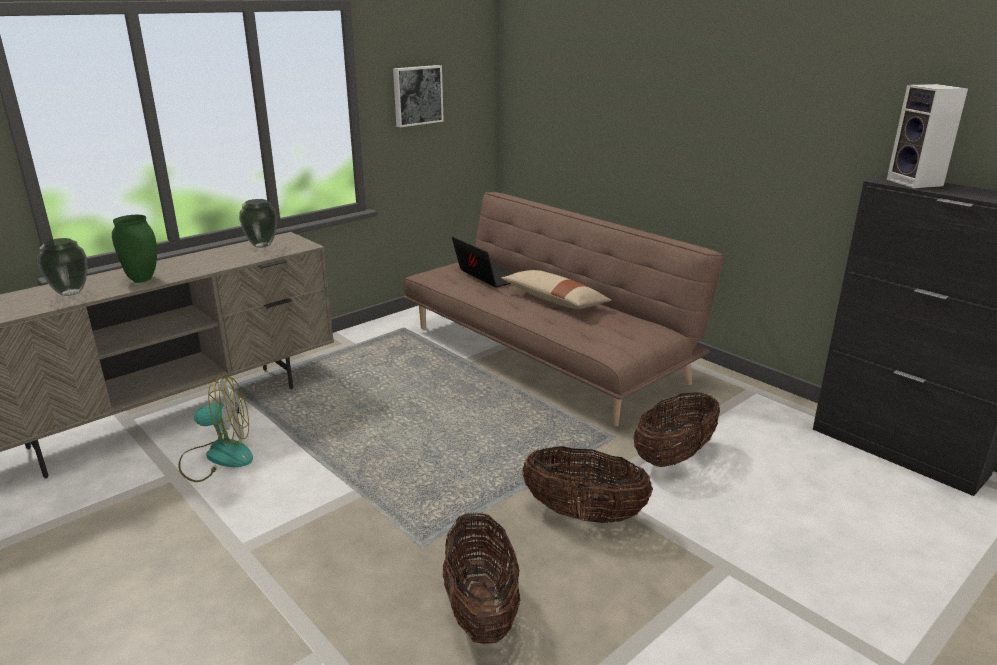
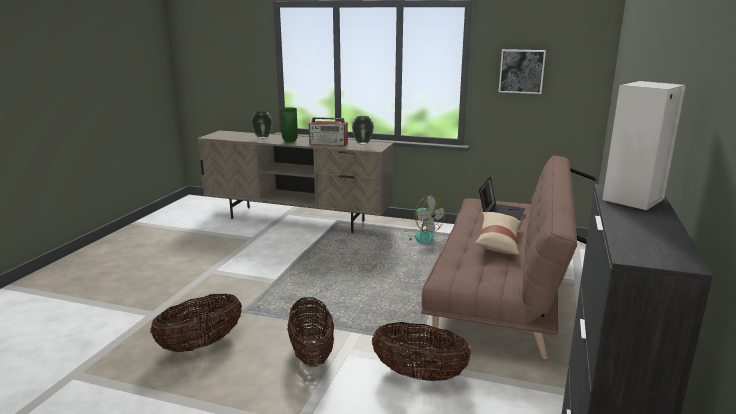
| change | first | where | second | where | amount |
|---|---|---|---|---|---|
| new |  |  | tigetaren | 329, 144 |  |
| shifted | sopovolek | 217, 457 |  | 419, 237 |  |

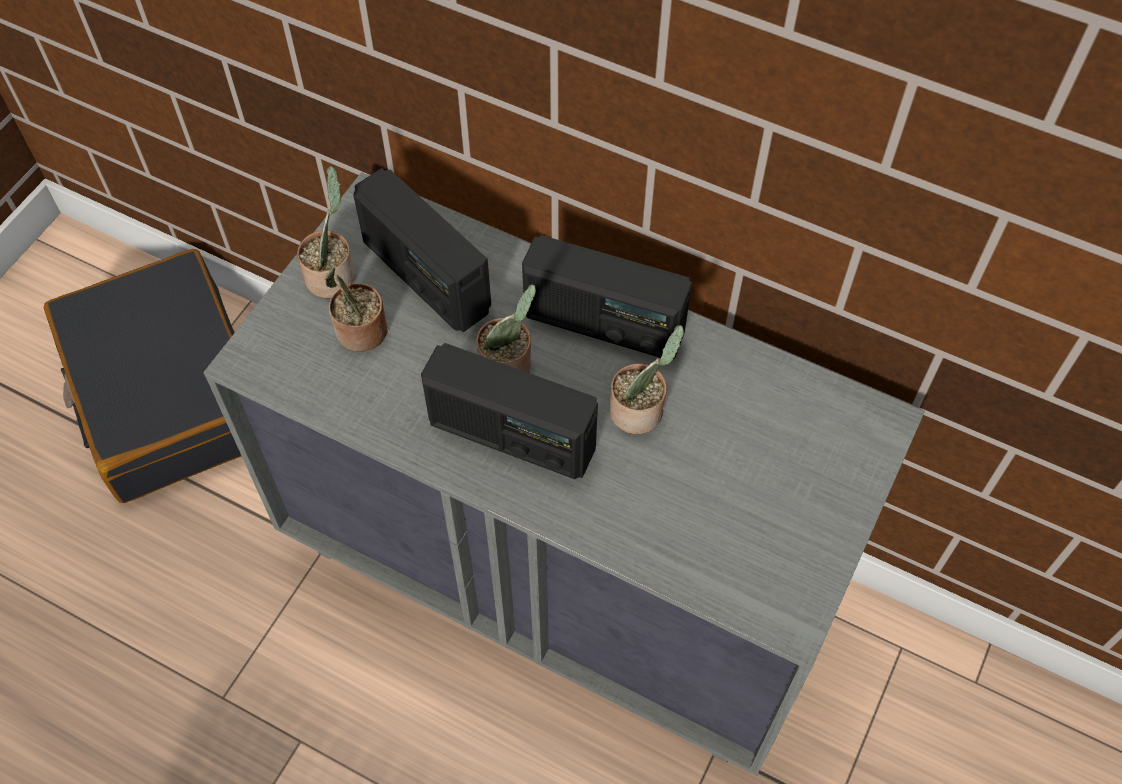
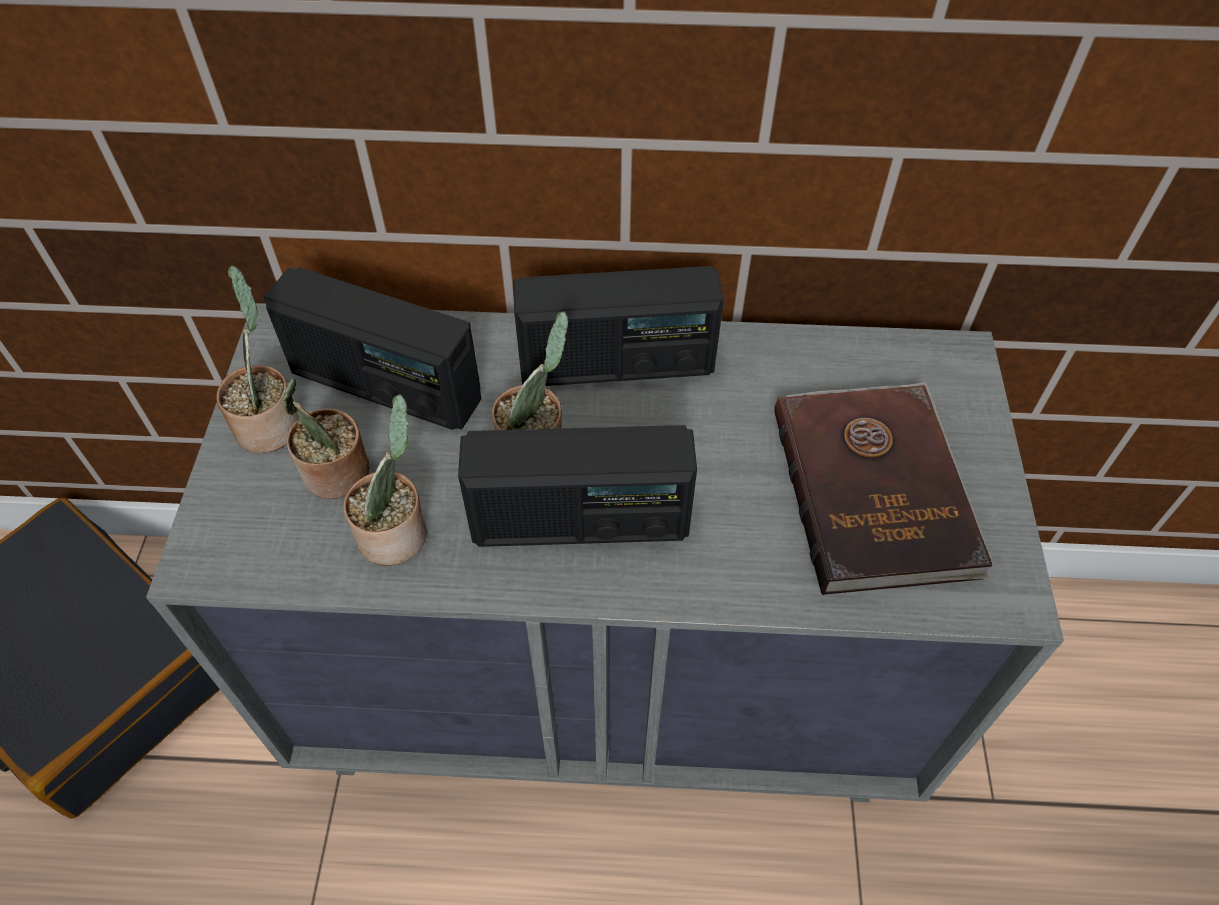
| change | first | where | second | where | amount |
|---|---|---|---|---|---|
| new |  |  | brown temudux | 876, 489 |  |
| shifted | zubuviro | 640, 411 |  | 397, 533 |  |

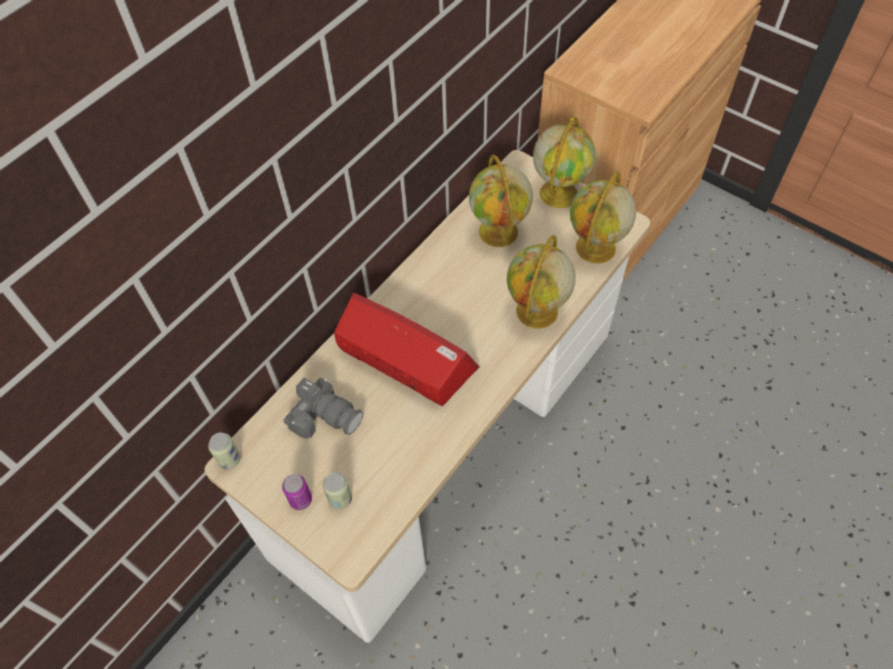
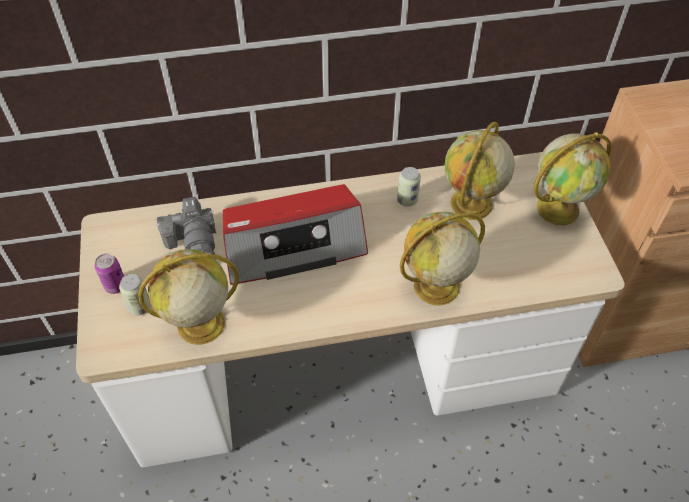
| change | first | where | second | where | amount |
|---|---|---|---|---|---|
| shifted | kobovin | 229, 459 |  | 407, 200 |  |
| shifted | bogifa | 595, 249 |  | 199, 325 |  |
| rotated | tigetaren | 405, 359 |  | 293, 246 | 90 degrees clockwise |

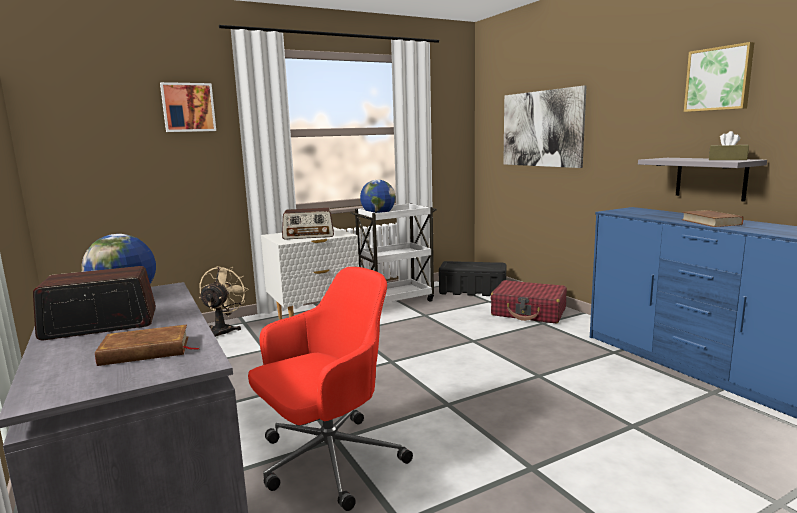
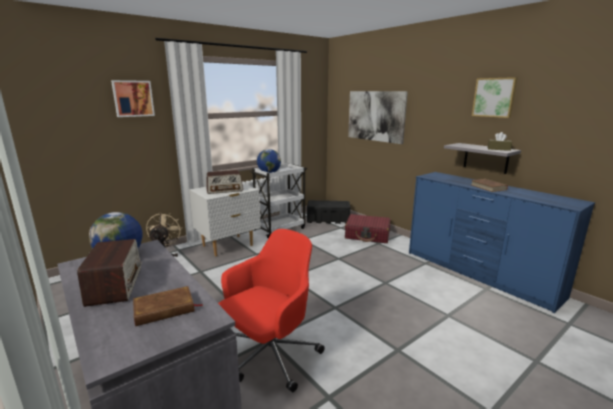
| change | first | where | second | where | amount |
|---|---|---|---|---|---|
| rotated | tigetaren | 100, 325 |  | 115, 285 | 105 degrees clockwise |

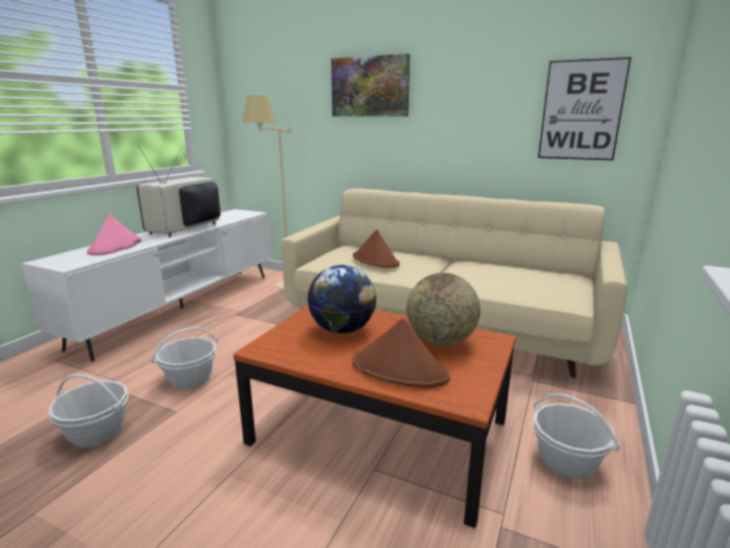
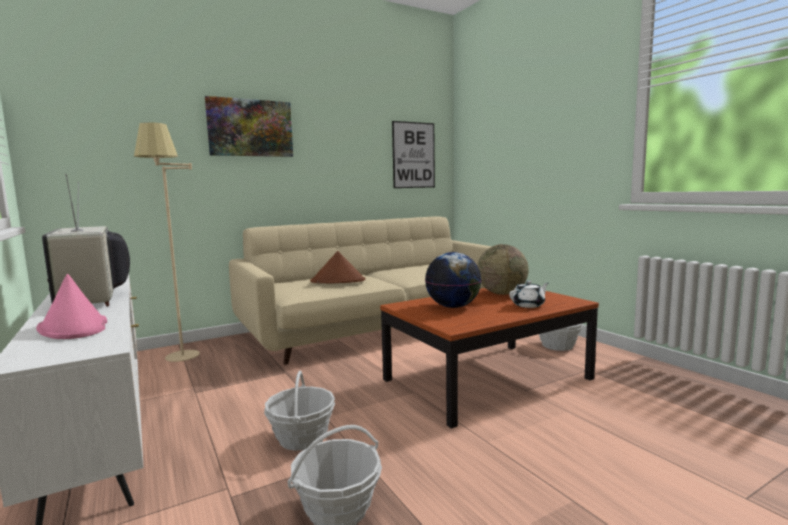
| change | first | where | second | where | amount |
|---|---|---|---|---|---|
| swapped | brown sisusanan | 400, 369 | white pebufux | 529, 305 |  |

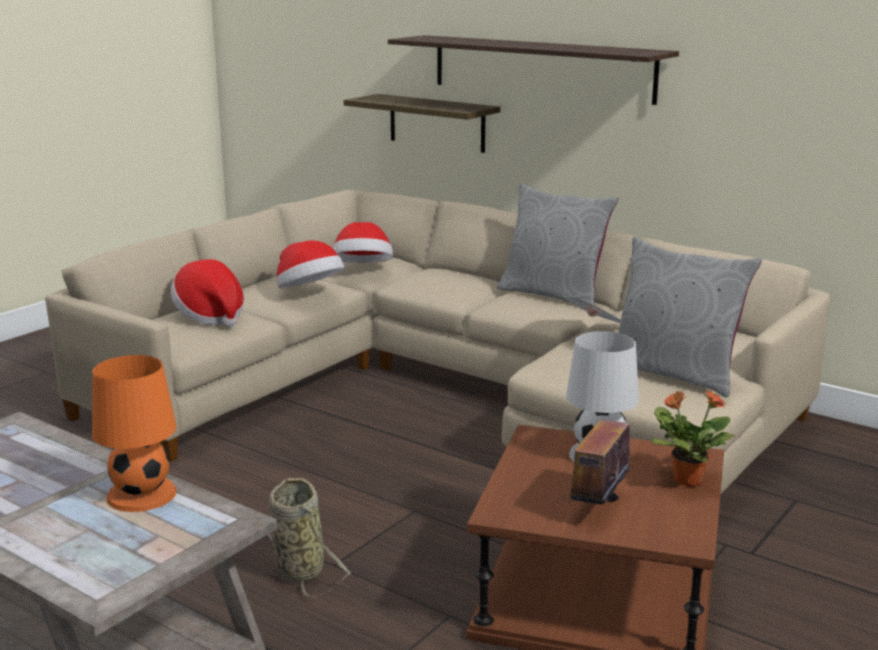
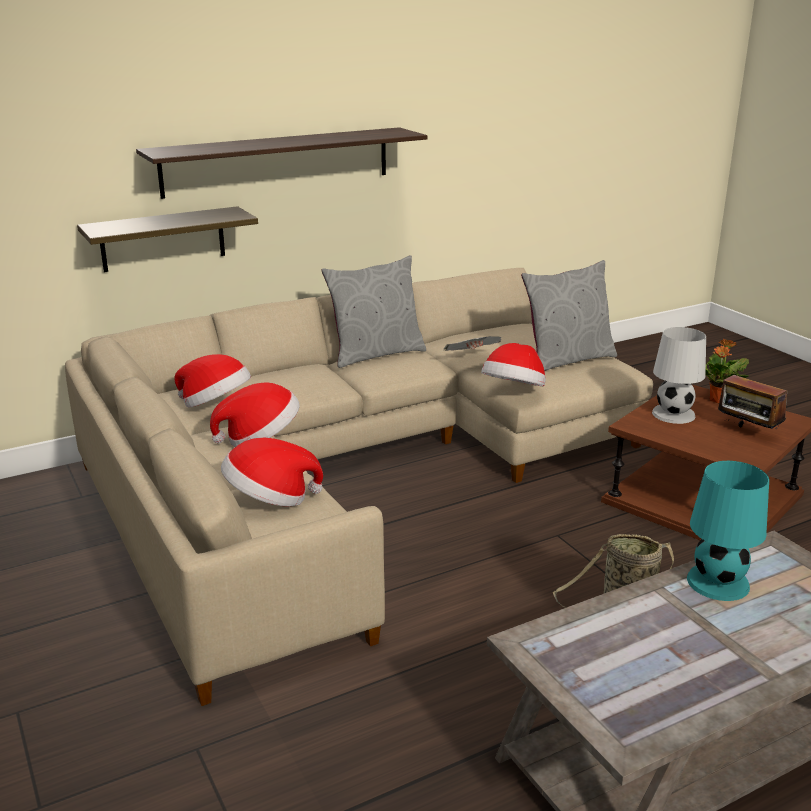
| change | first | where | second | where | amount |
|---|---|---|---|---|---|
| new |  |  | sisusanan | 514, 392 |  |
| repainted | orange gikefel | 142, 495 | turquoise gikefel | 719, 582 |  |

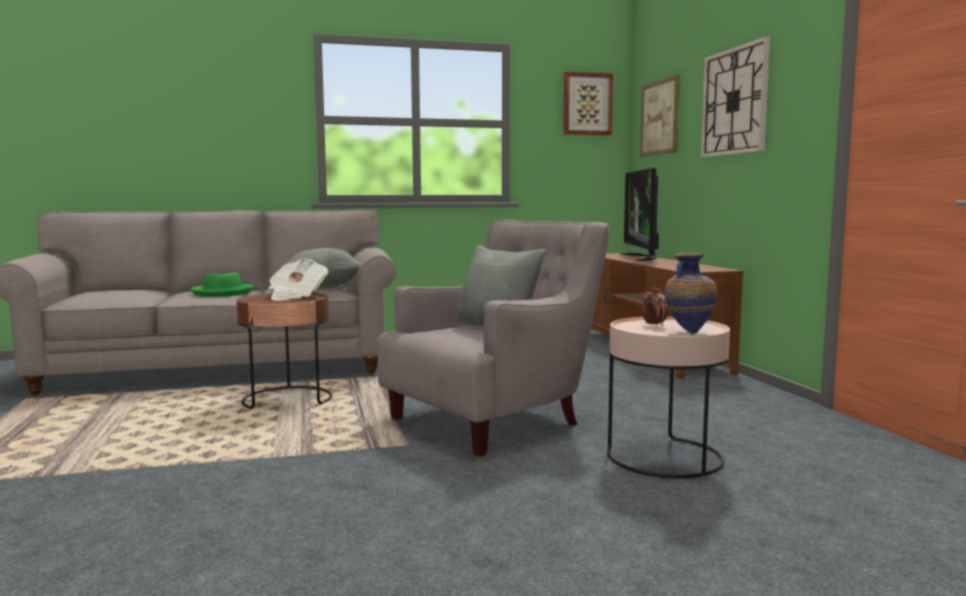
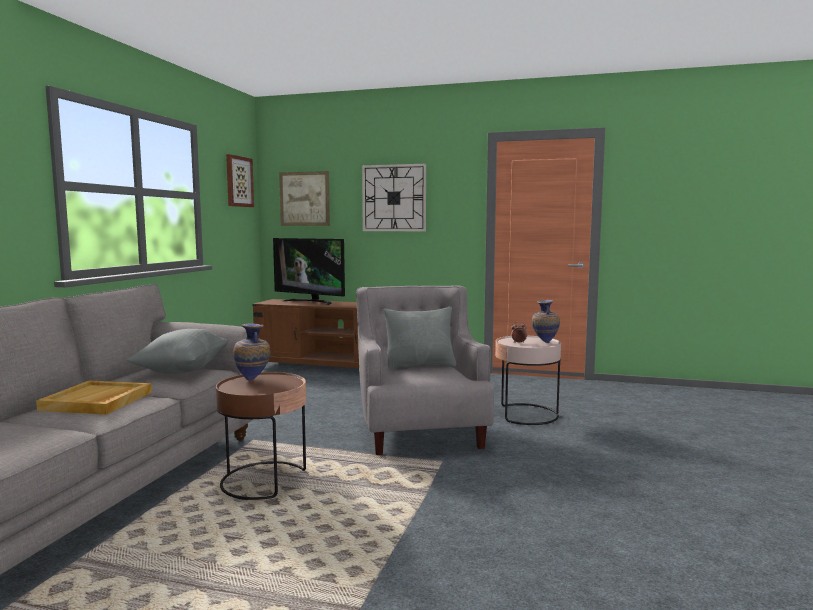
| change | first | where | second | where | amount |
|---|---|---|---|---|---|
| swapped | green sisusanan | 222, 293 | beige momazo | 97, 401 |  |
| swapped | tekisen | 296, 296 | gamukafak | 253, 380 |  |

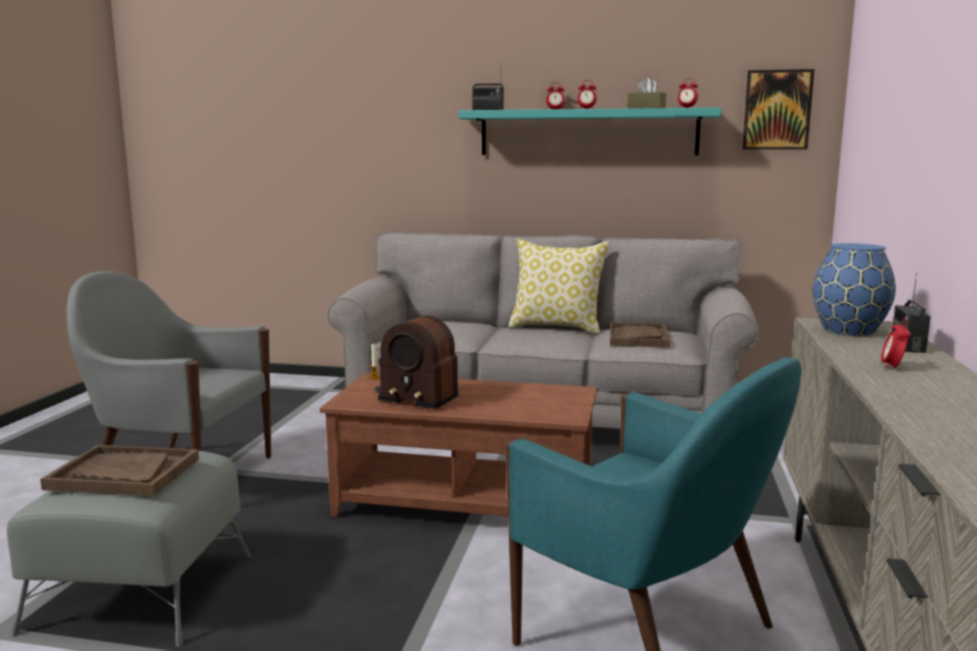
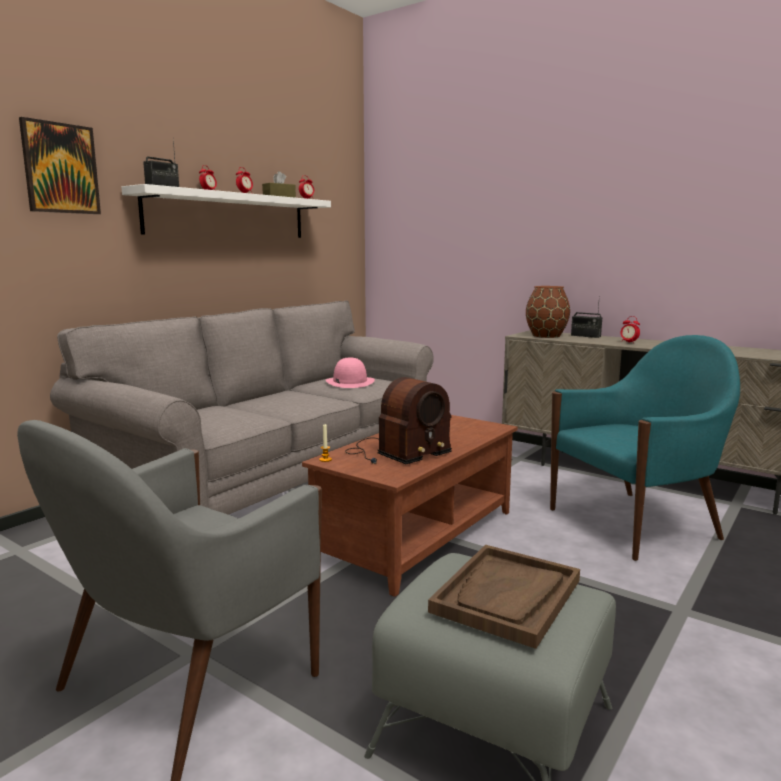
| change | first | where | second | where | amount |
|---|---|---|---|---|---|
| gone | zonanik | 557, 327 |  |  |  |
| shifted | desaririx | 777, 110 |  | 60, 168 |  |
| swapped | brown momazo | 638, 337 | pink sisusanan | 350, 382 |  |
| repainted | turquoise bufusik | 588, 133 | white bufusik | 229, 215 |  |
| repainted | blue gamukafak | 850, 331 | brown gamukafak | 547, 335 |  |

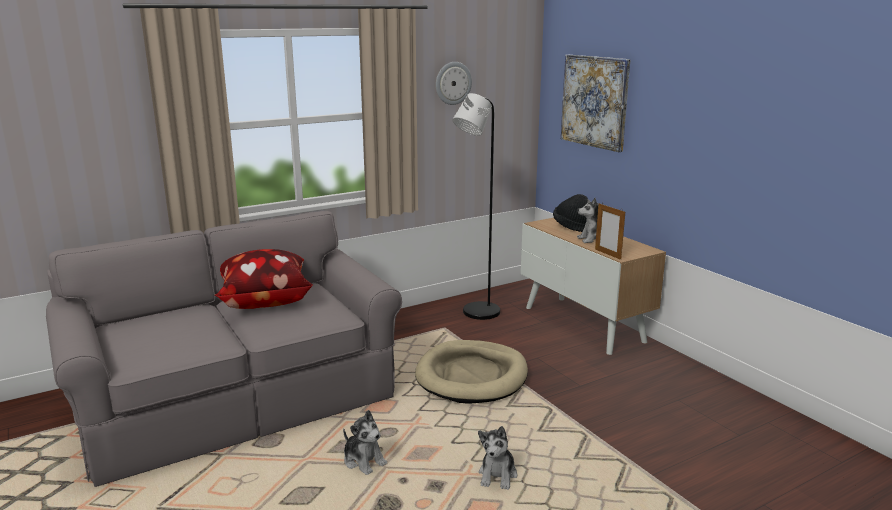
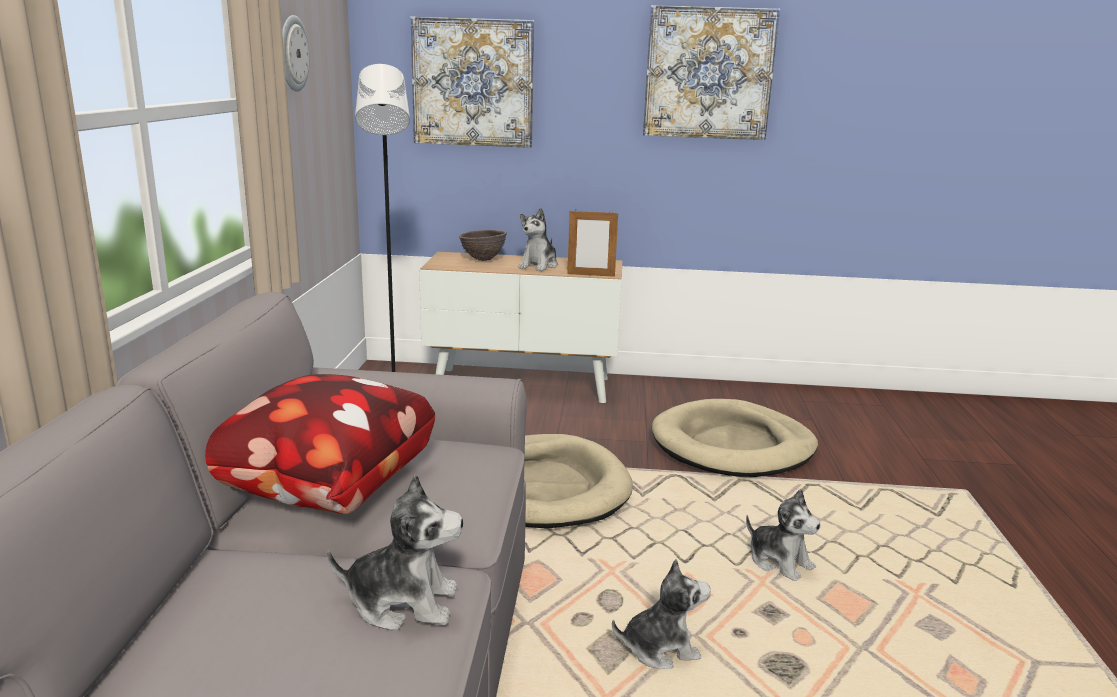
| change | first | where | second | where | amount |
|---|---|---|---|---|---|
| new |  |  | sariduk | 403, 603 |  |
| new |  |  | desaririx | 708, 73 |  |
| new |  |  | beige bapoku | 733, 445 |  |
| swapped | black sisusanan | 573, 227 | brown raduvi | 482, 260 |  |

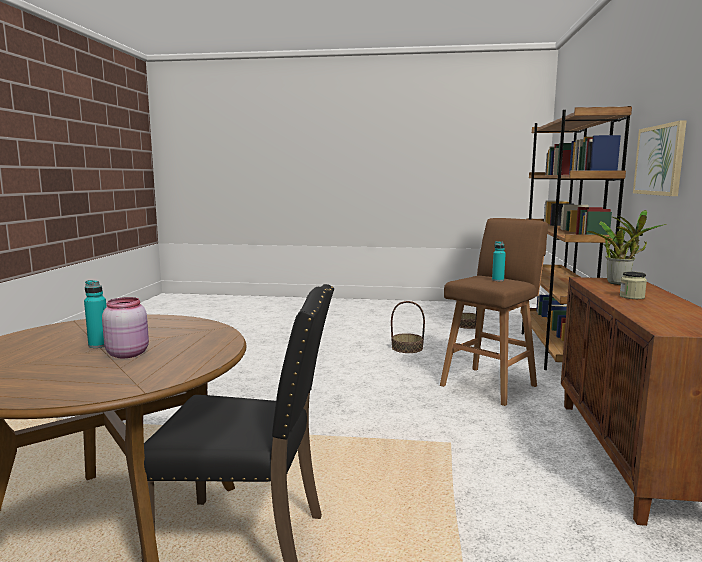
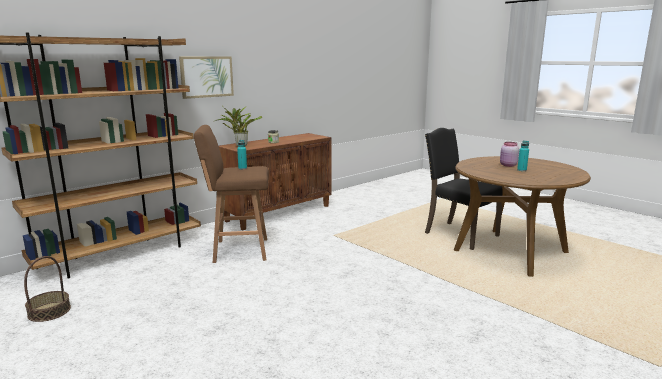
| change | first | where | second | where | amount |
|---|---|---|---|---|---|
| gone | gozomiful | 407, 348 |  |  |  |

